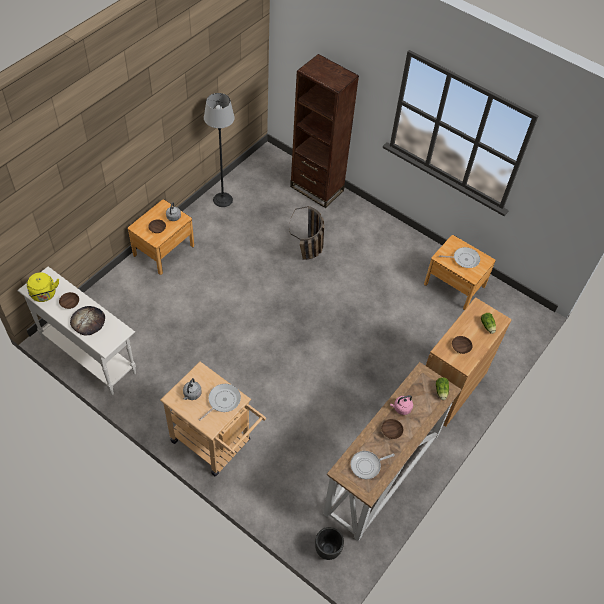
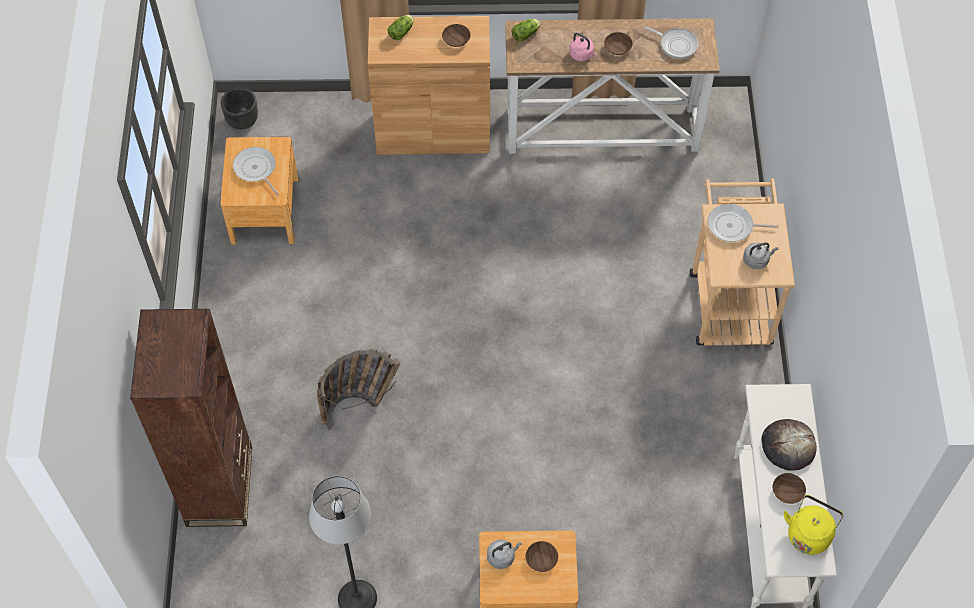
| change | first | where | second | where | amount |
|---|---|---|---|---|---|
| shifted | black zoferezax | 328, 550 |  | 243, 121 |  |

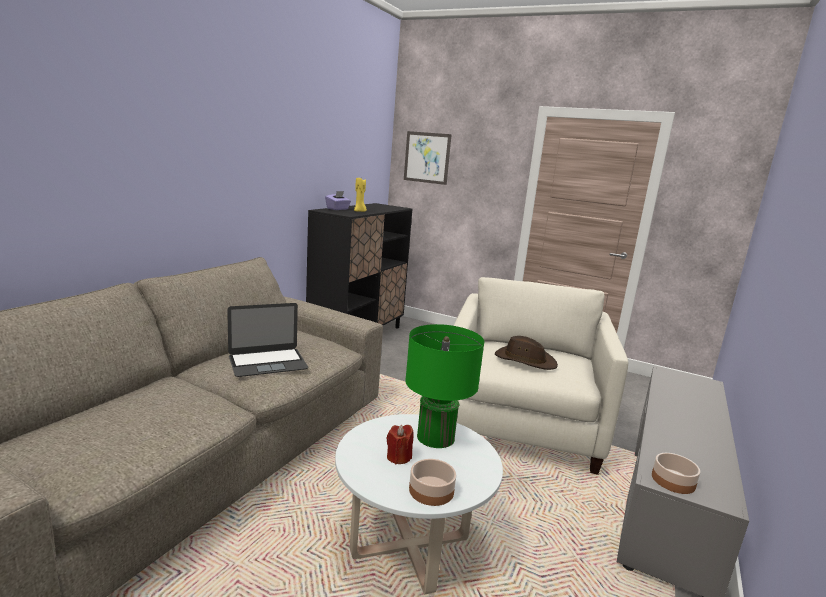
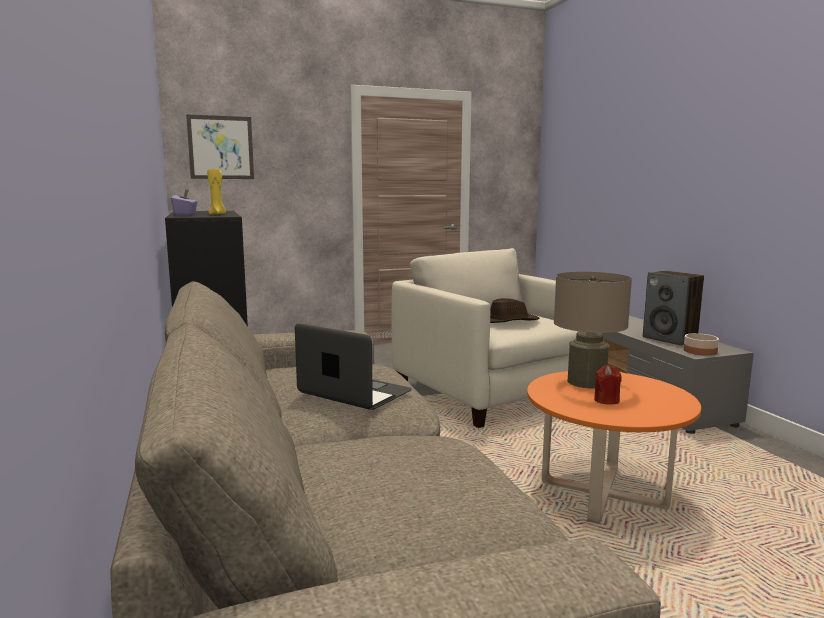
| change | first | where | second | where | amount |
|---|---|---|---|---|---|
| gone | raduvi | 432, 490 |  |  |  |
| new |  |  | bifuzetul | 670, 339 |  |
| repainted | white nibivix | 410, 546 | orange nibivix | 603, 494 |  |
| repainted | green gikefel | 435, 437 | beige gikefel | 586, 382 |  |
| rotated | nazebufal | 267, 362 |  | 354, 392 | 75 degrees counterclockwise |

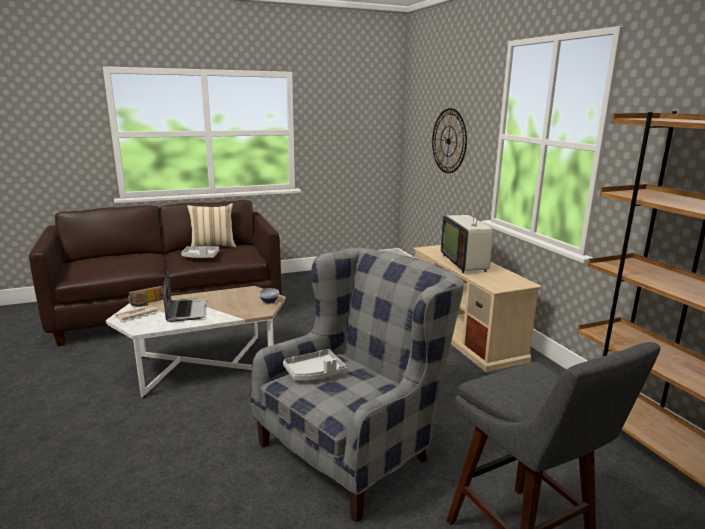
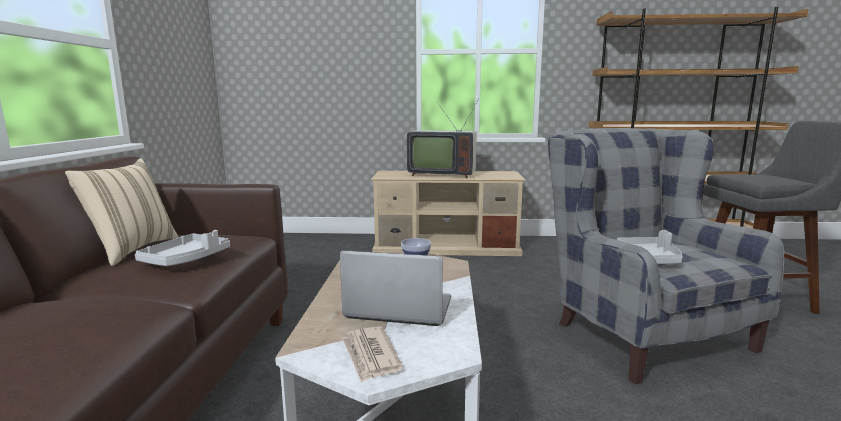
| change | first | where | second | where | amount |
|---|---|---|---|---|---|
| gone | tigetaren | 147, 303 |  |  |  |
| gone | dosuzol | 448, 141 |  |  |  |

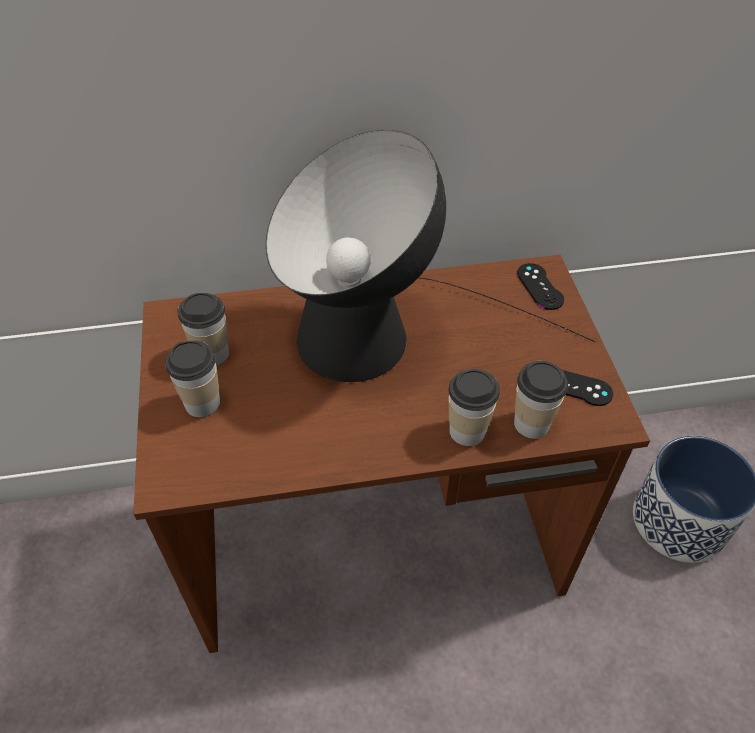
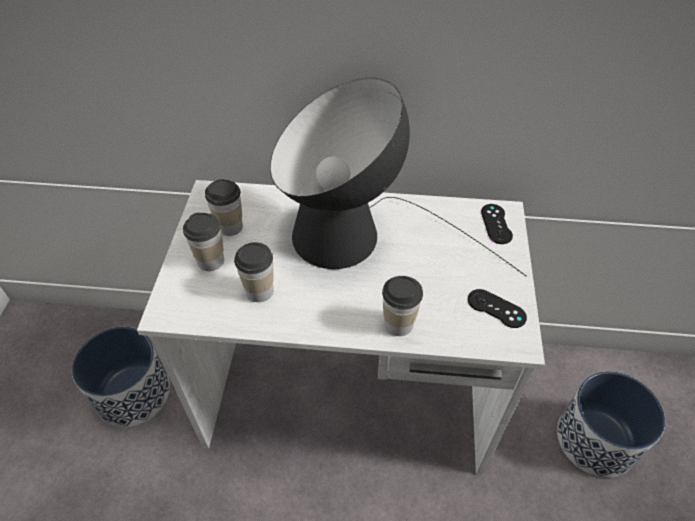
| change | first | where | second | where | amount |
|---|---|---|---|---|---|
| new |  |  | zoferezax | 133, 394 |  |
| shifted | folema | 531, 423 |  | 259, 291 |  |
| repainted | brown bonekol | 378, 542 | white bonekol | 348, 397 |  |

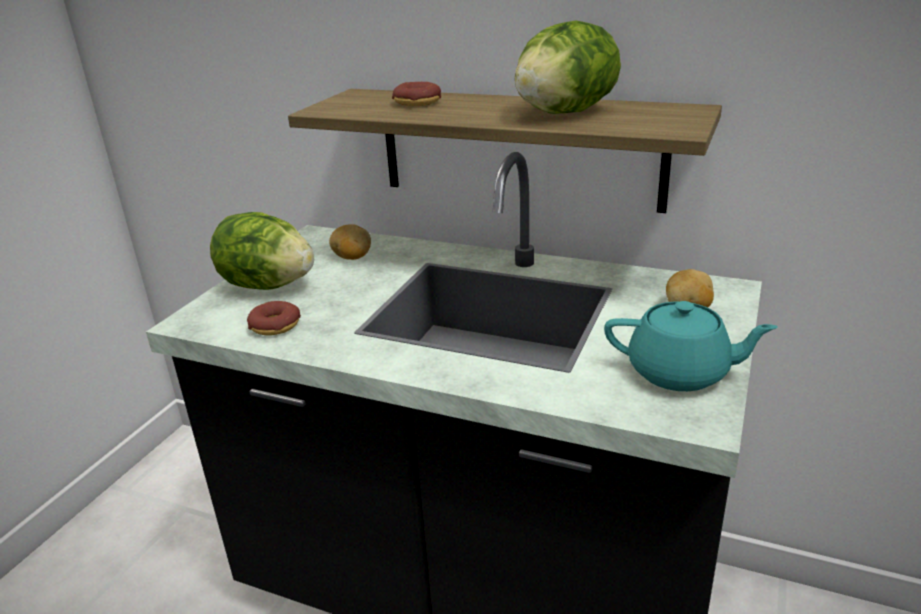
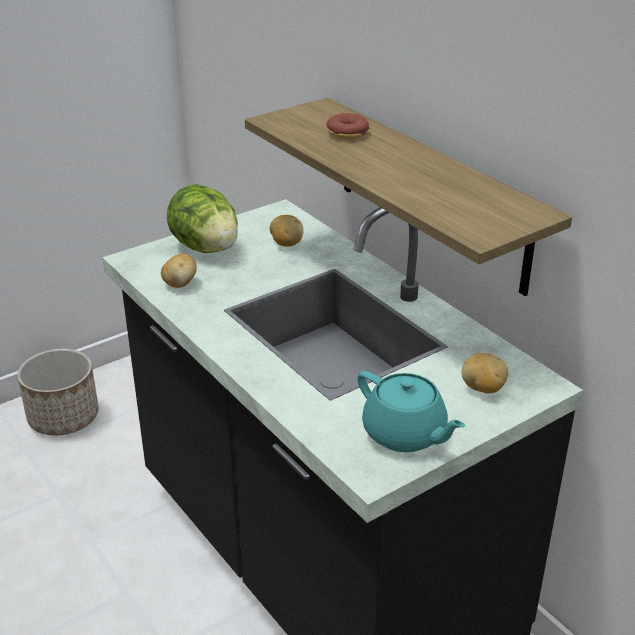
| change | first | where | second | where | amount |
|---|---|---|---|---|---|
| gone | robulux | 564, 113 |  |  |  |
| new |  |  | zoferezax | 63, 417 |  |
| swapped | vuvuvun | 275, 326 | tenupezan | 180, 284 |  |

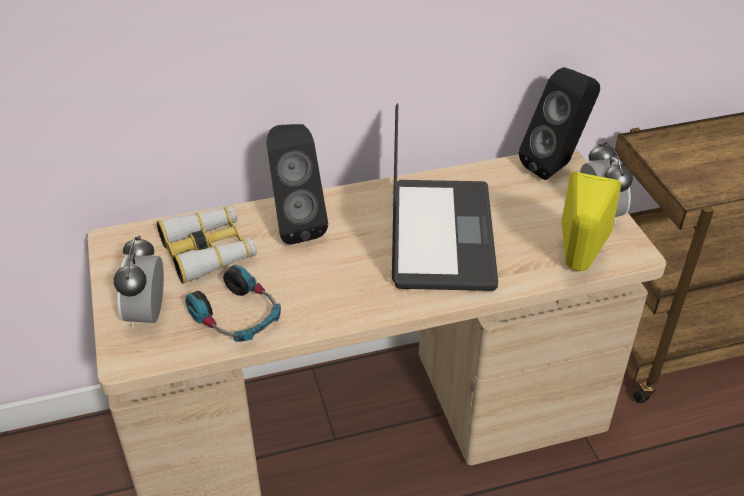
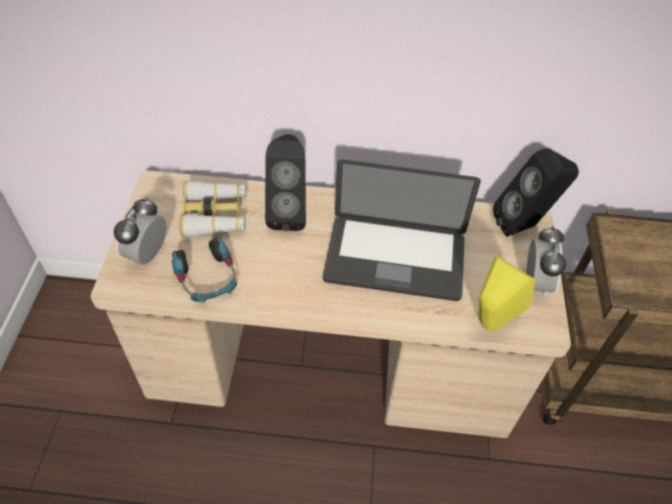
| change | first | where | second | where | amount |
|---|---|---|---|---|---|
| rotated | nazebufal | 441, 236 |  | 395, 259 | 75 degrees clockwise |

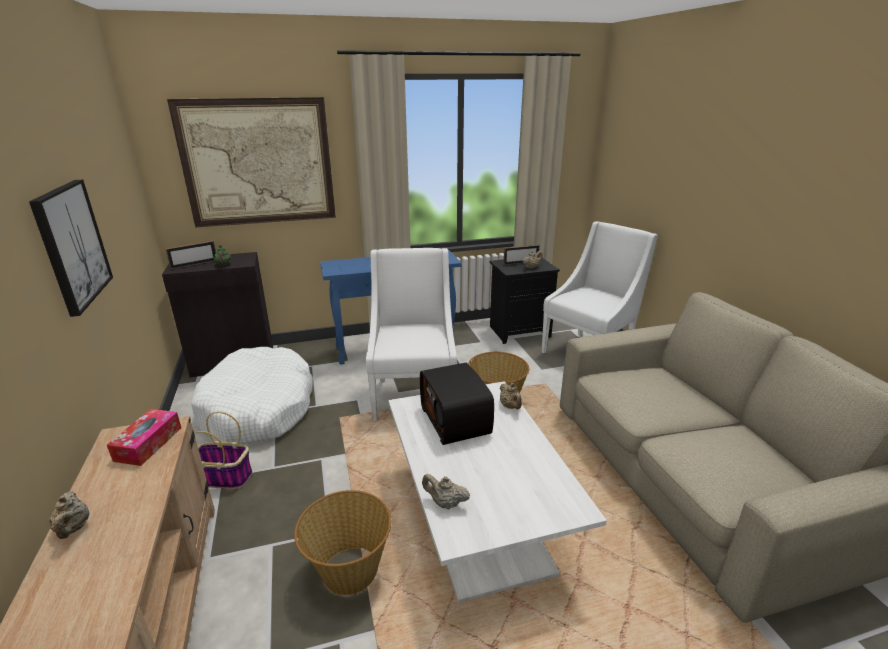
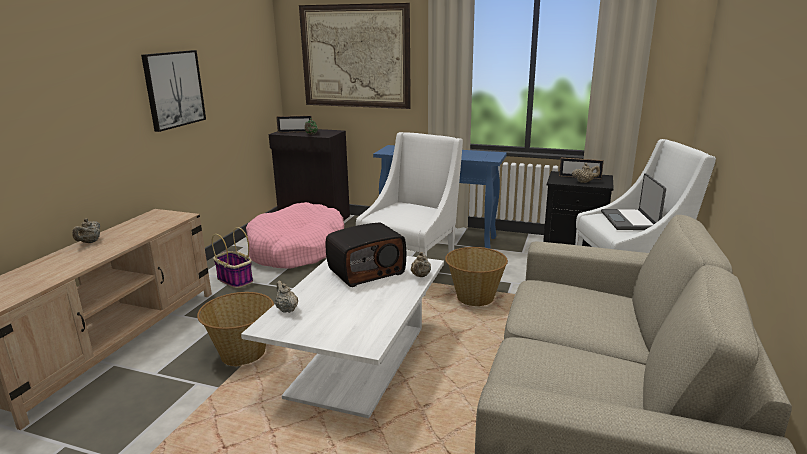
| change | first | where | second | where | amount |
|---|---|---|---|---|---|
| gone | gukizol | 148, 444 |  |  |  |
| new |  |  | nazebufal | 630, 221 |  |
| repainted | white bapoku | 259, 409 | pink bapoku | 297, 249 |  |
| rotated | tigetaren | 457, 420 |  | 366, 271 | 135 degrees counterclockwise |

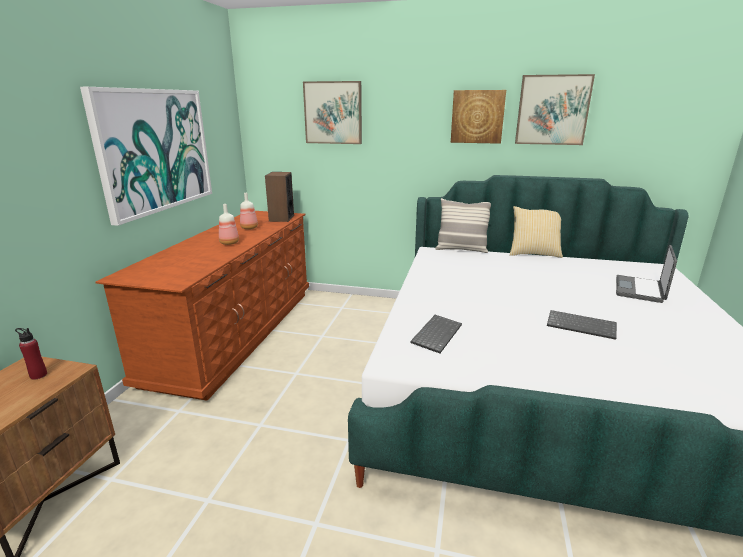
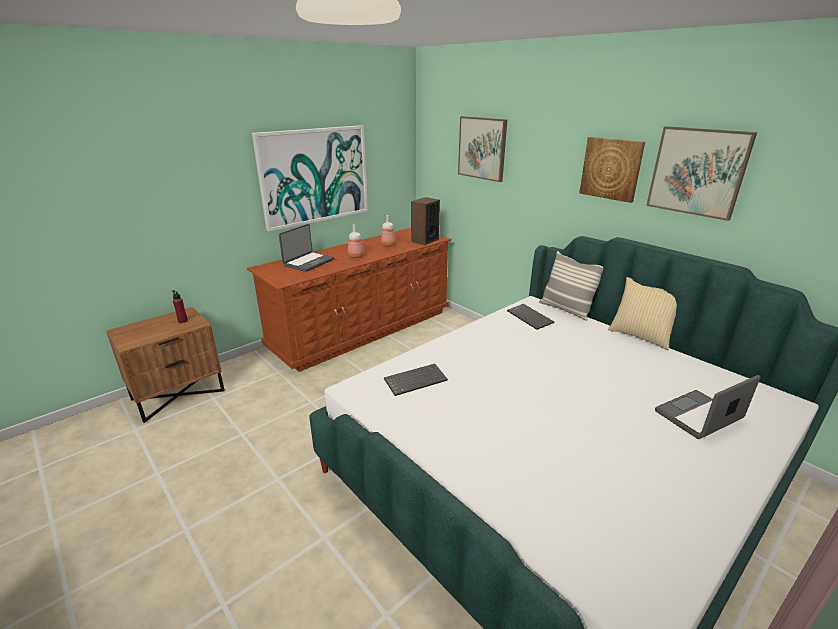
| change | first | where | second | where | amount |
|---|---|---|---|---|---|
| new |  |  | nazebufal | 308, 262 |  |
| shifted | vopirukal | 582, 326 |  | 530, 317 |  |

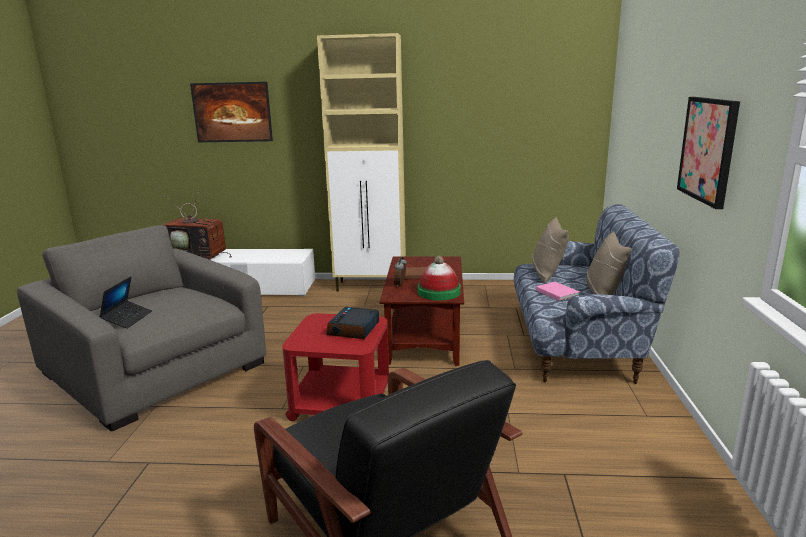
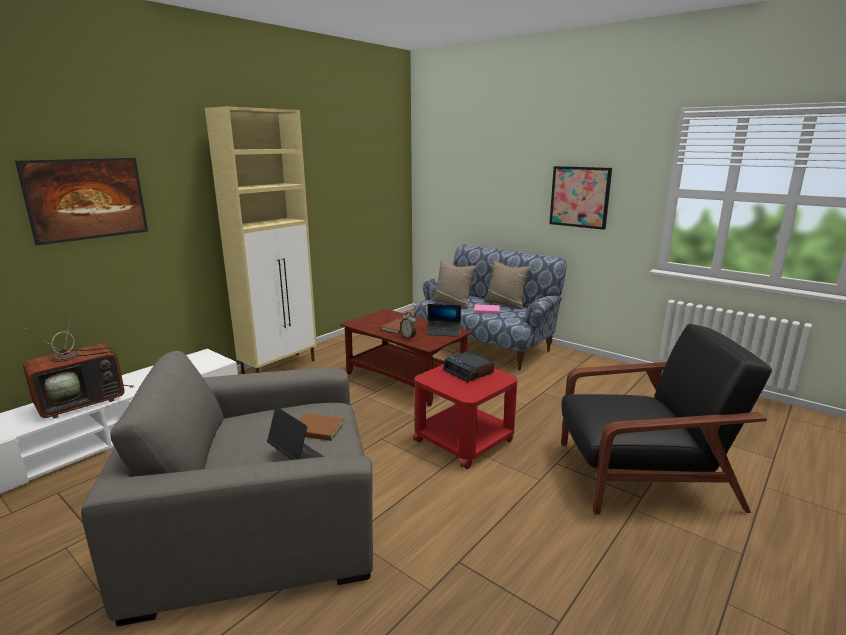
| change | first | where | second | where | amount |
|---|---|---|---|---|---|
| new |  |  | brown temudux | 316, 428 |  |
| swapped | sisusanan | 439, 292 | nazebufal | 443, 332 |  |

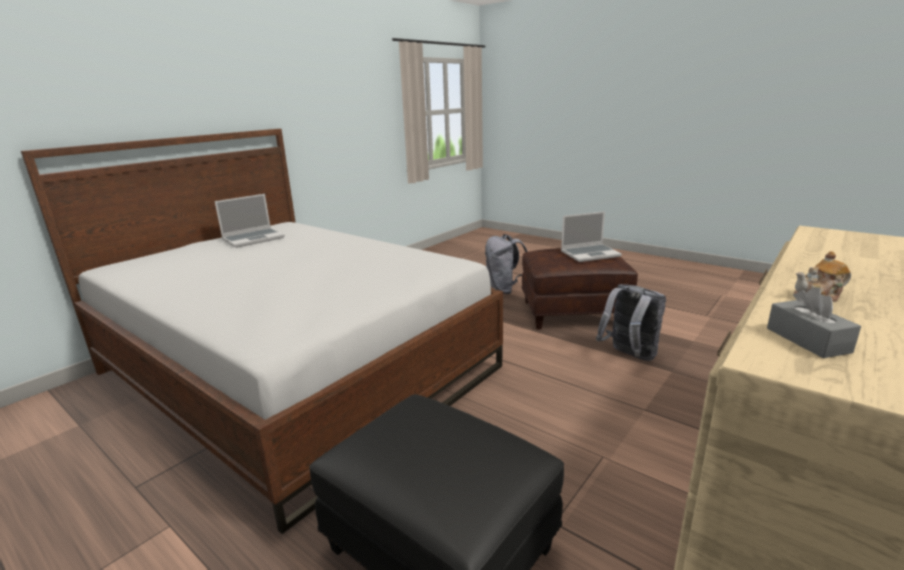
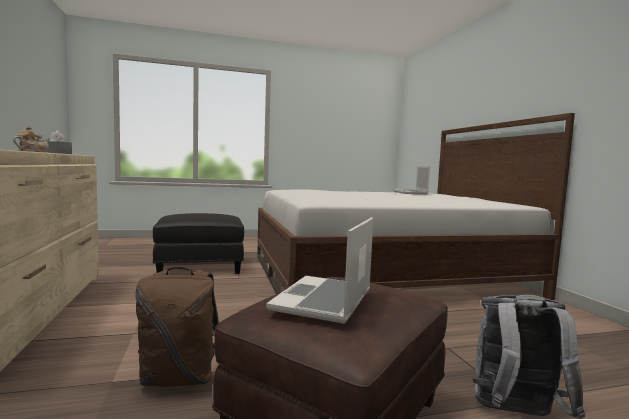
| change | first | where | second | where | amount |
|---|---|---|---|---|---|
| shifted | nazebufal | 254, 239 |  | 410, 193 |  |
| repainted | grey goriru | 629, 356 | brown goriru | 179, 378 |  |

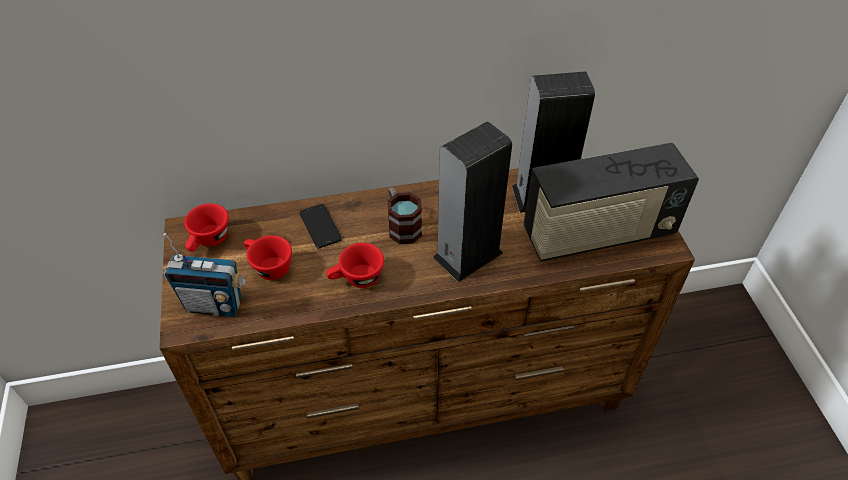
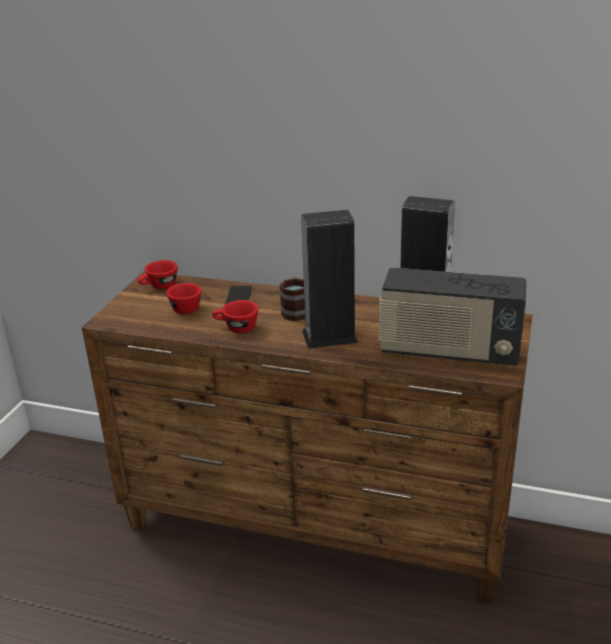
| change | first | where | second | where | amount |
|---|---|---|---|---|---|
| gone | tigetaren | 215, 305 |  |  |  |

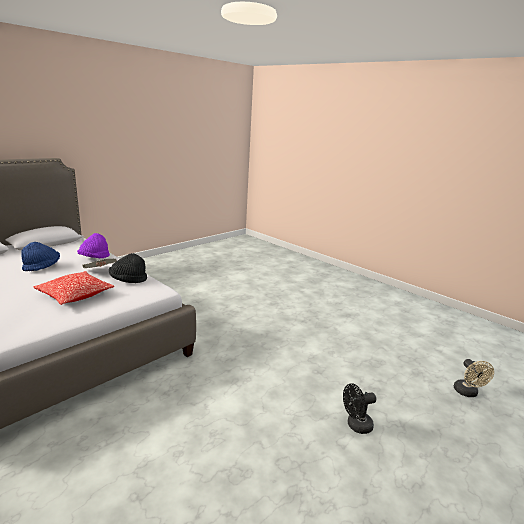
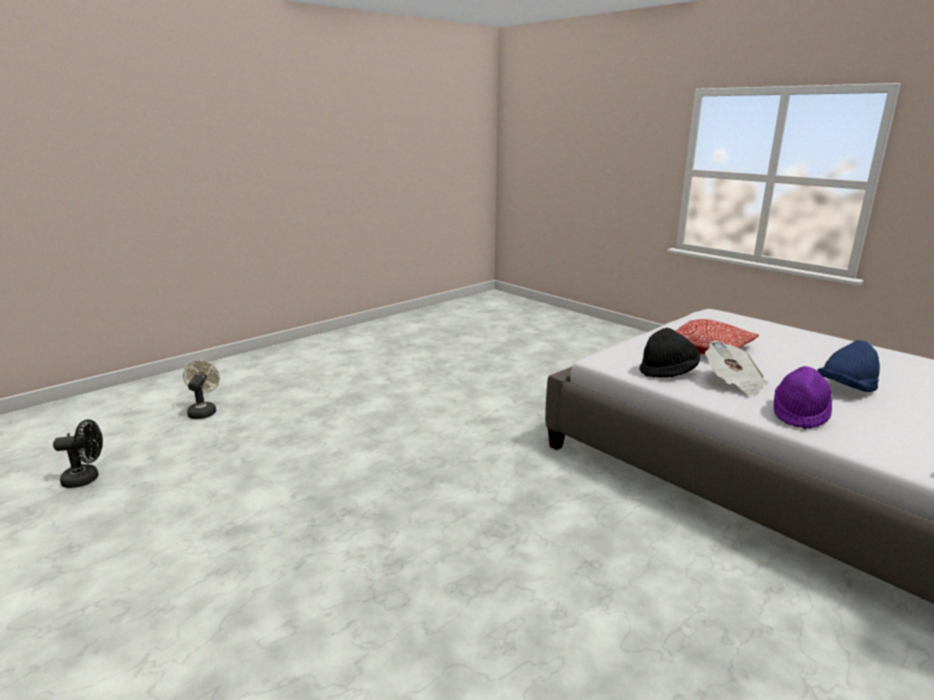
| change | first | where | second | where | amount |
|---|---|---|---|---|---|
| shifted | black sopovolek | 356, 426 |  | 87, 478 |  |

